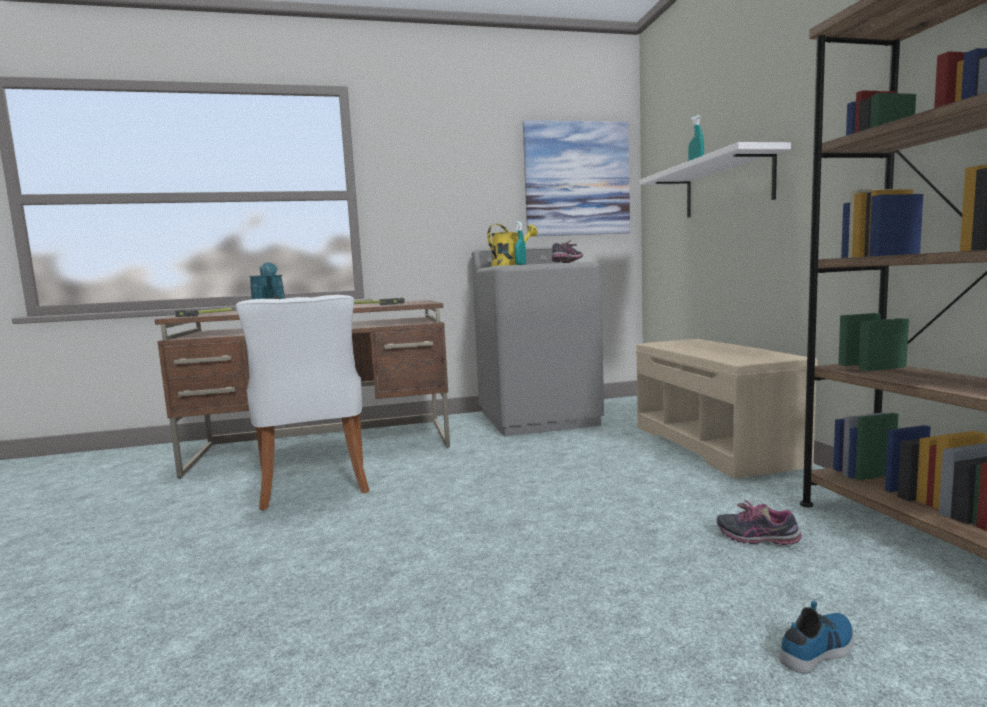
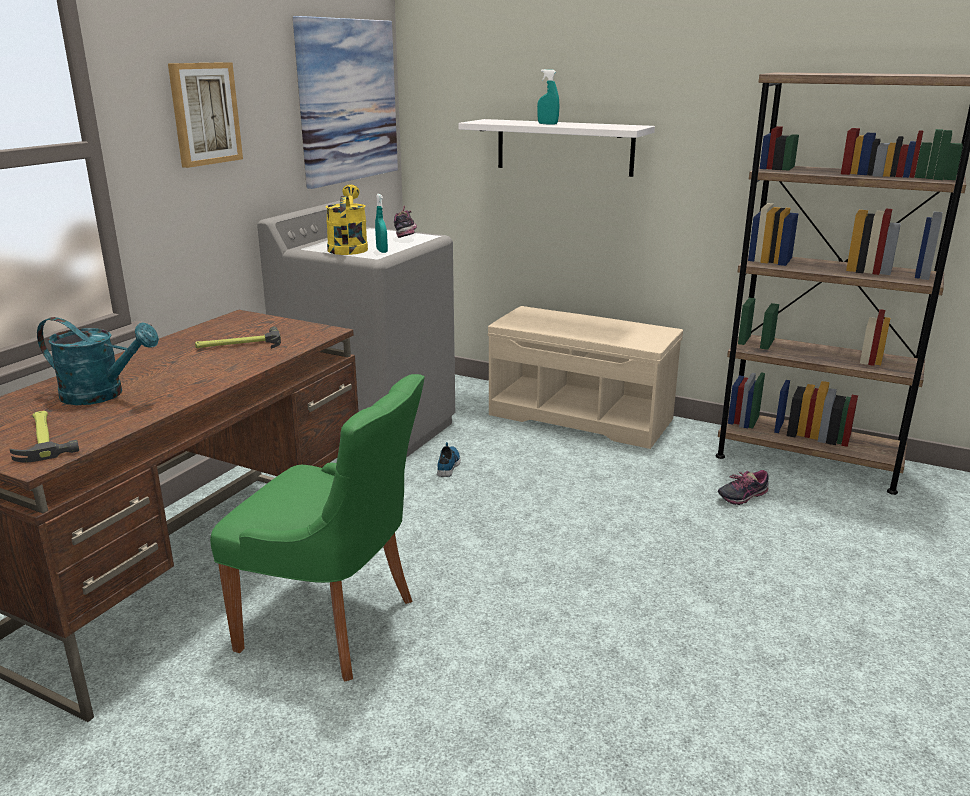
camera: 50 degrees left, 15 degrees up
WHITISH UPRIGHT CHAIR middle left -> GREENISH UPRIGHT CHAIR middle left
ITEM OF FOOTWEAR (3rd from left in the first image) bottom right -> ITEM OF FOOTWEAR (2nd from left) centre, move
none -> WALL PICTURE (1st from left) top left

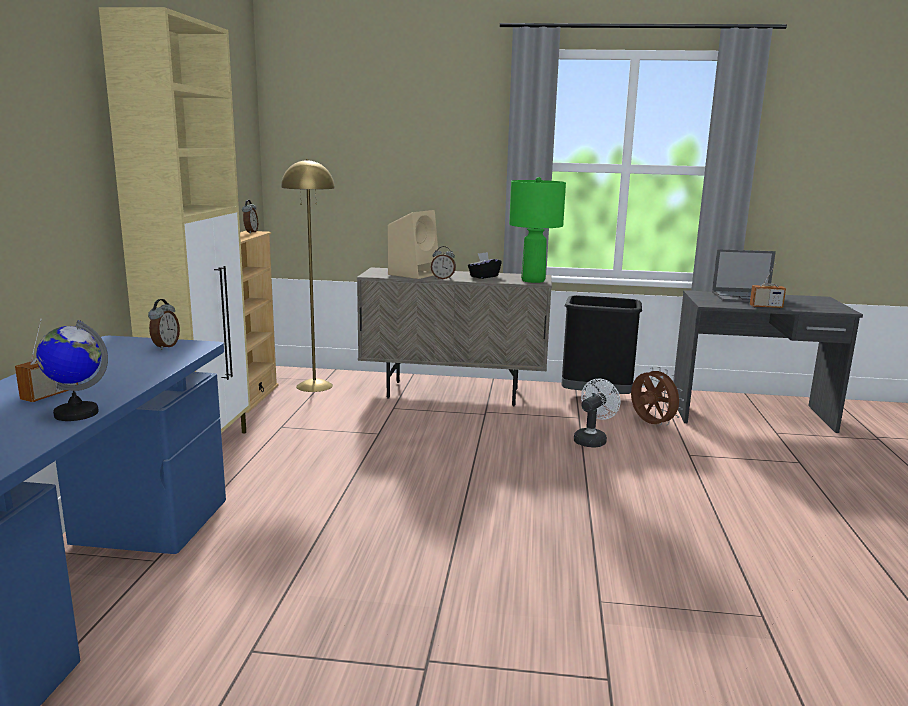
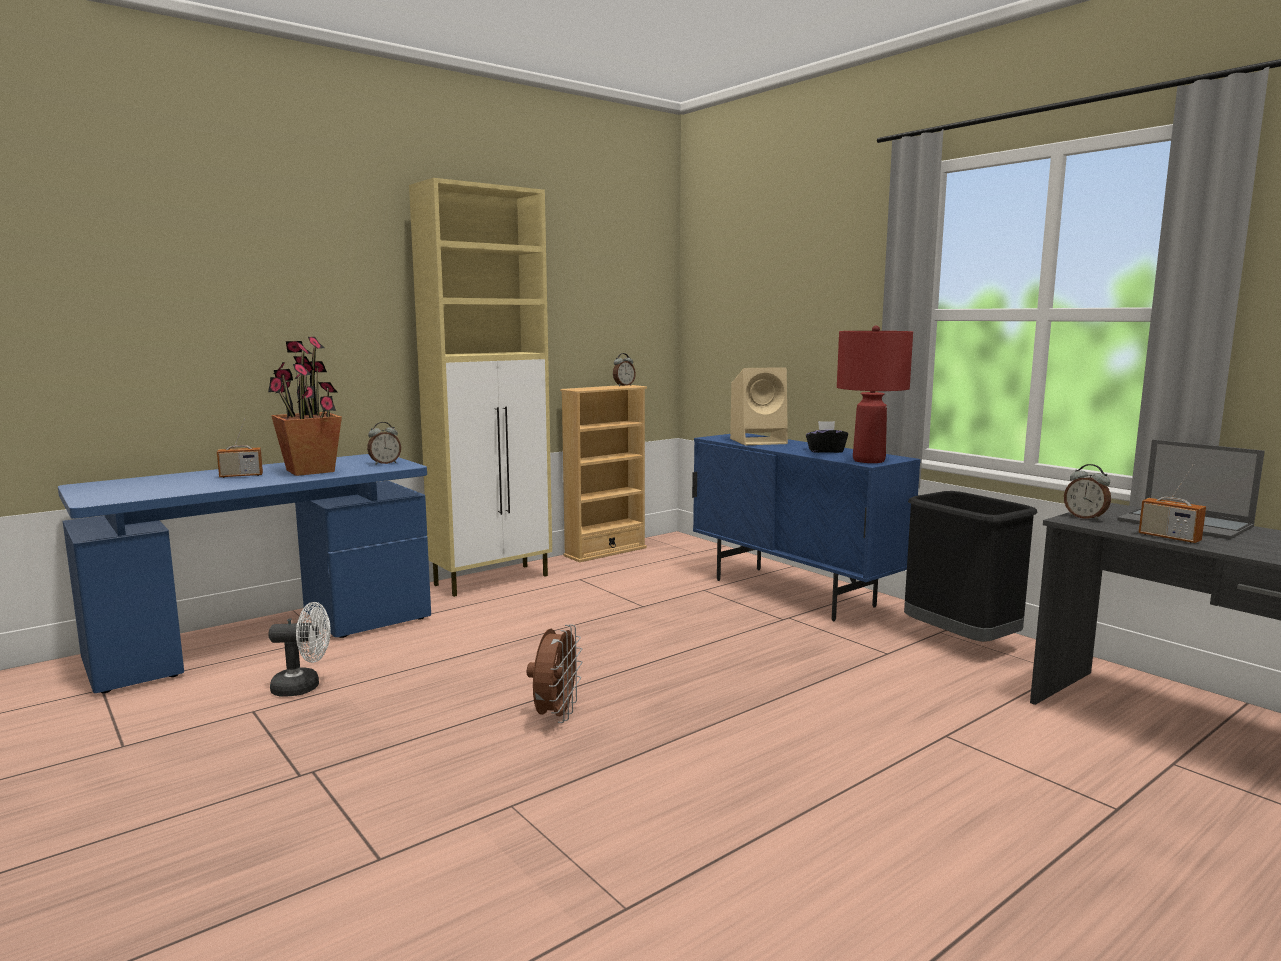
camera: 45 degrees right, 5 degrees down
YELLOW STANDARD LAMP centre -> none
GREENISH LAMP FOR A TABLE top centre -> RED LAMP FOR A TABLE middle right
ALARM CLOCK (3rd from left) centre -> ALARM CLOCK (3rd from left) middle right, move
BEIGE-COLOURED STORAGE CABINET (2nd from left) centre -> BLUISH STORAGE CABINET centre
GLOBE middle left -> none
BROWN ELECTRIC FAN middle right -> BROWN ELECTRIC FAN bottom centre, move
WHITISH ELECTRIC FAN centre -> WHITISH ELECTRIC FAN bottom left, move
none -> HOUSEPLANT middle left

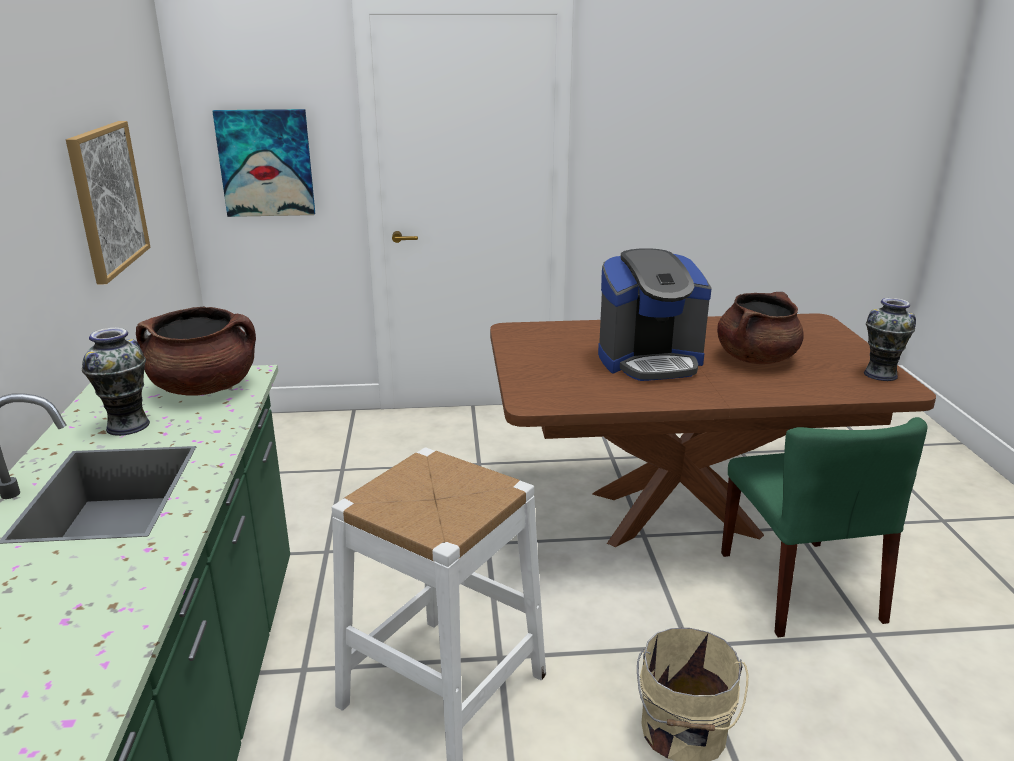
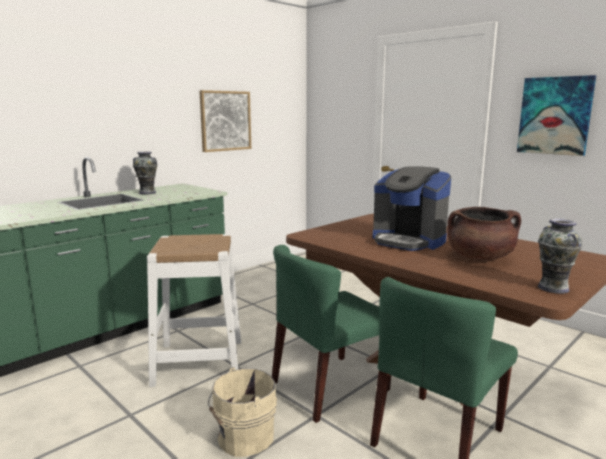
camera: 50 degrees right, 10 degrees down
WALL PICTURE (2nd from left) top left -> WALL PICTURE (2nd from left) top right, move
BROWN COOKING POT (1st from left) middle left -> none
none -> GREENISH UPRIGHT CHAIR (1st from left) bottom centre

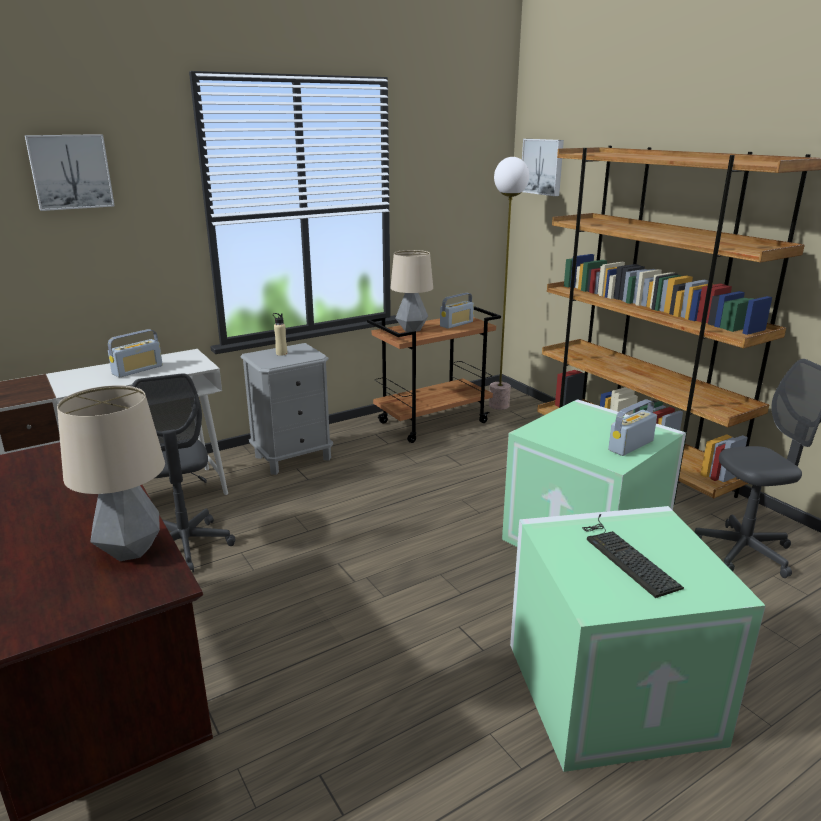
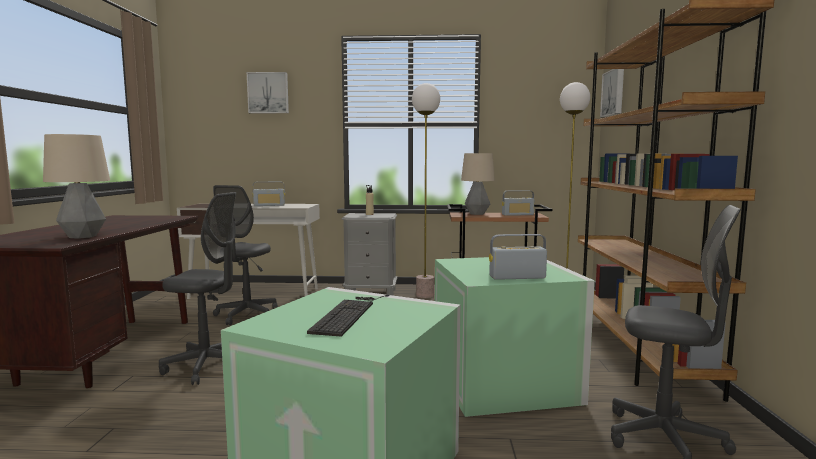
camera: 35 degrees right, 15 degrees down
none -> STANDARD LAMP (1st from left) centre
none -> GRAY DESK CHAIR (1st from left) middle left

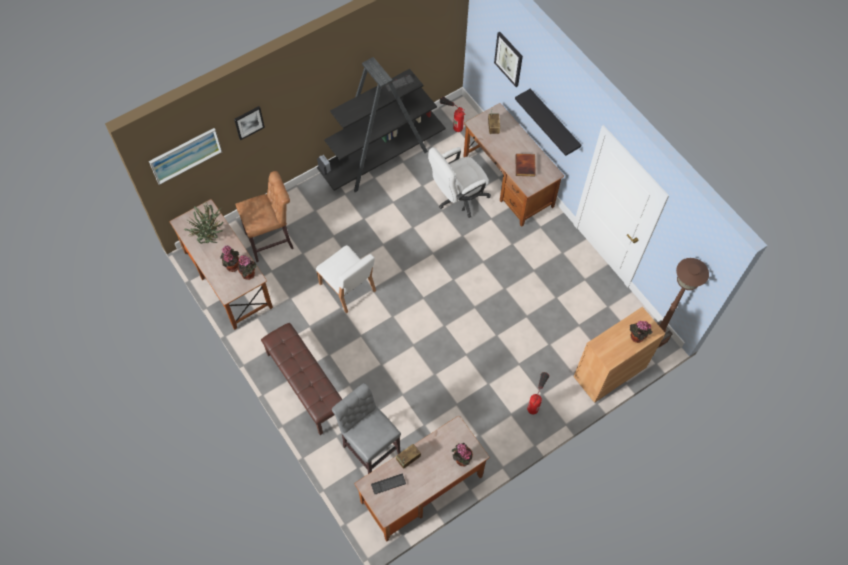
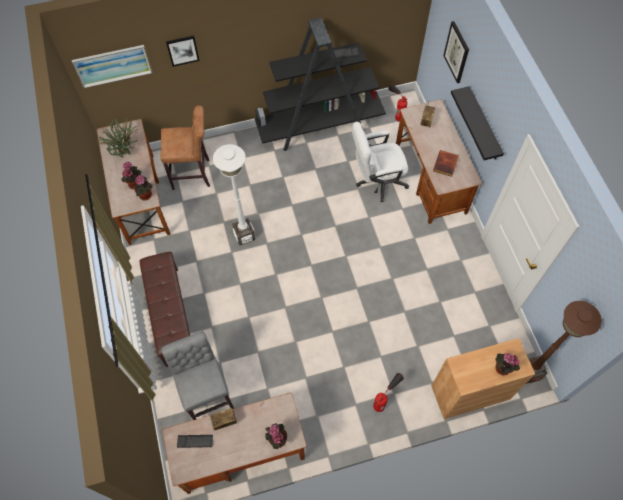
camera: 20 degrees right, 0 degrees up
WHITISH UPRIGHT CHAIR centre -> WHITISH STANDARD LAMP centre

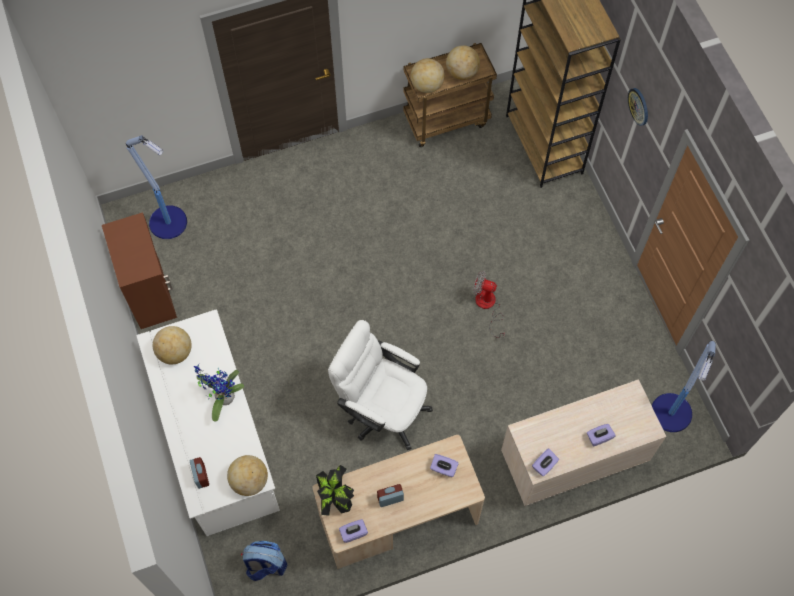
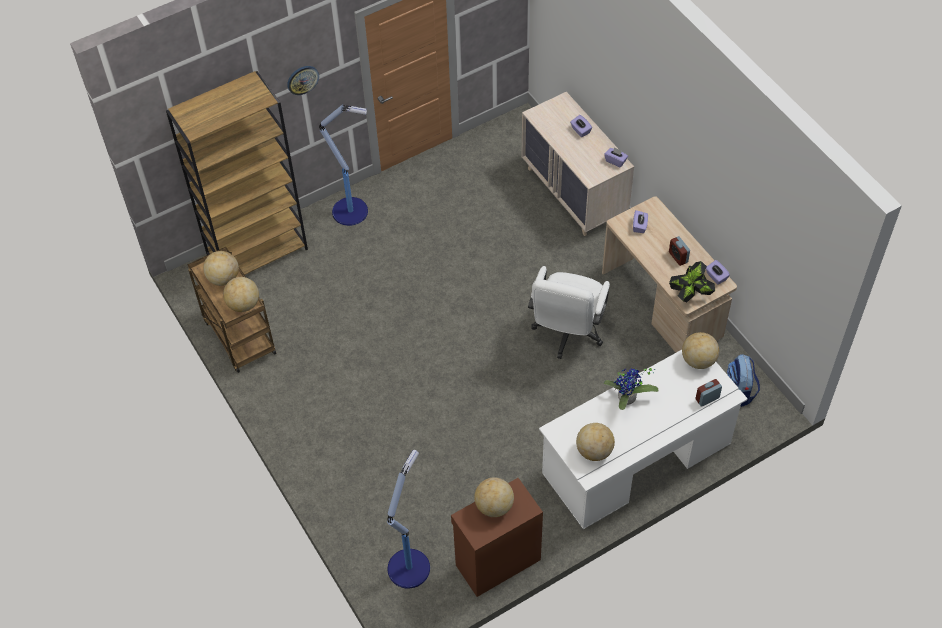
camera: 100 degrees left, 10 degrees down
ELECTRIC FAN centre -> none
STANDARD LAMP (2nd from left in the first image) middle right -> STANDARD LAMP (1st from left) top centre, move
none -> GLOBE (3rd from left) bottom centre

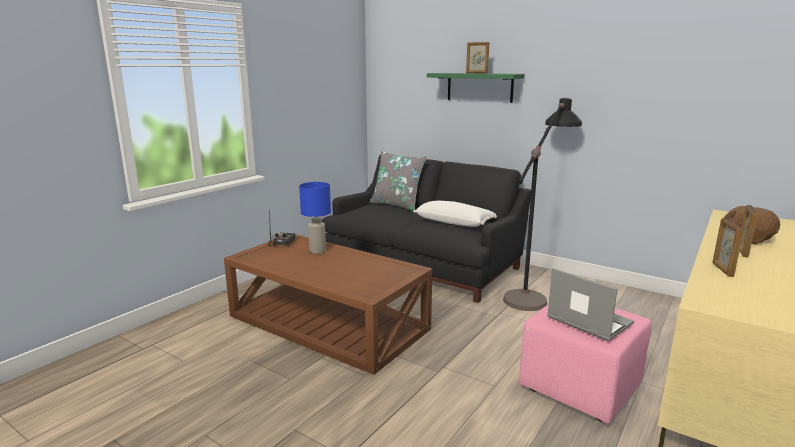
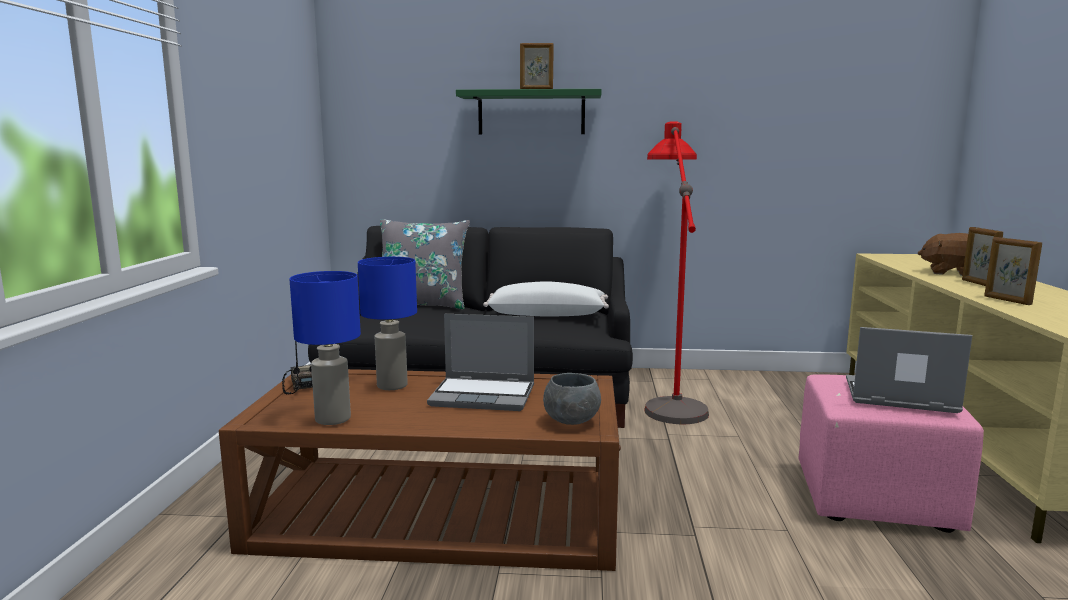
camera: 30 degrees left, 5 degrees down
BLACK-COLOURED STANDARD LAMP middle right -> RED STANDARD LAMP centre
none -> BLUISH LAMP FOR A TABLE (1st from left) middle left
none -> LAPTOP (1st from left) centre
none -> GRAY SERVING BOWL centre

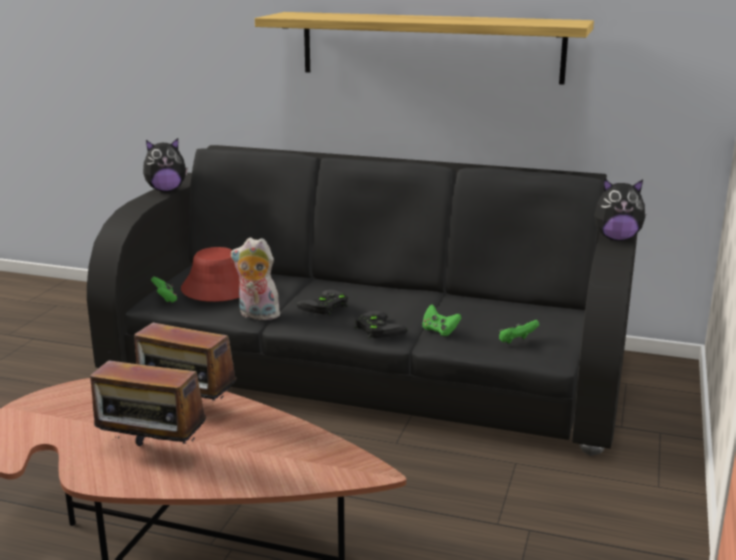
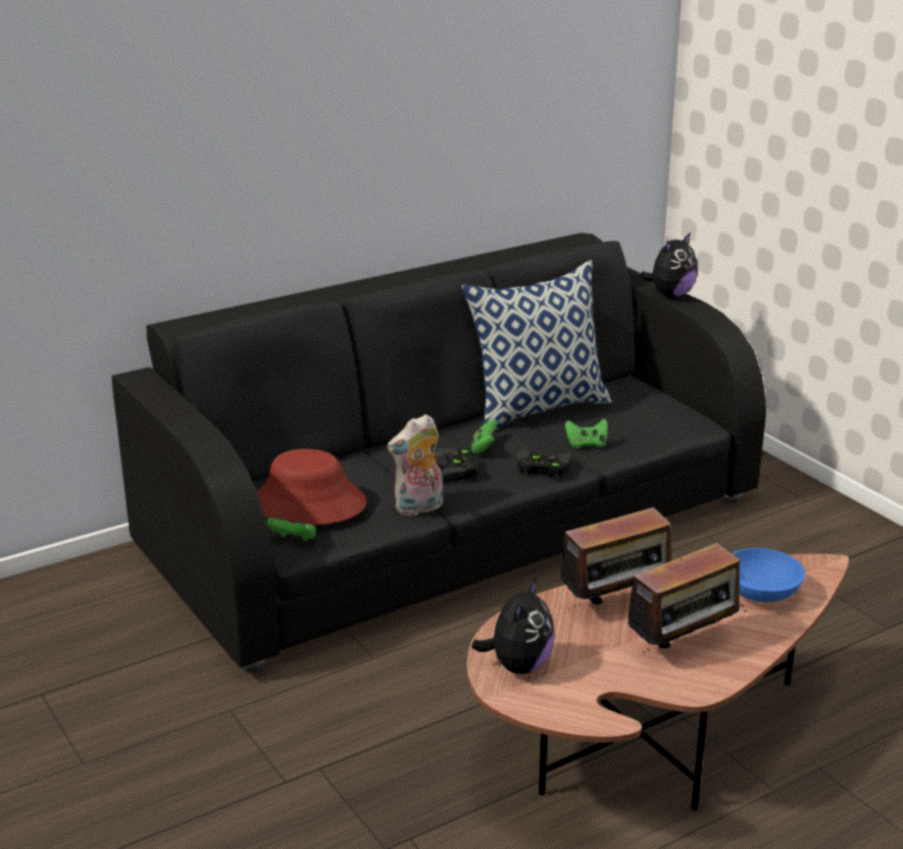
camera: 50 degrees left, 5 degrees up
WALL SHELF top centre -> none
PLUSH TOY (1st from left in the first image) top left -> PLUSH TOY (2nd from left) bottom centre, move
GREENISH GAMEPAD (3rd from left in the first image) middle right -> GREENISH GAMEPAD (2nd from left) centre, move
none -> PILLOW centre
none -> BLUISH SERVING BOWL bottom right

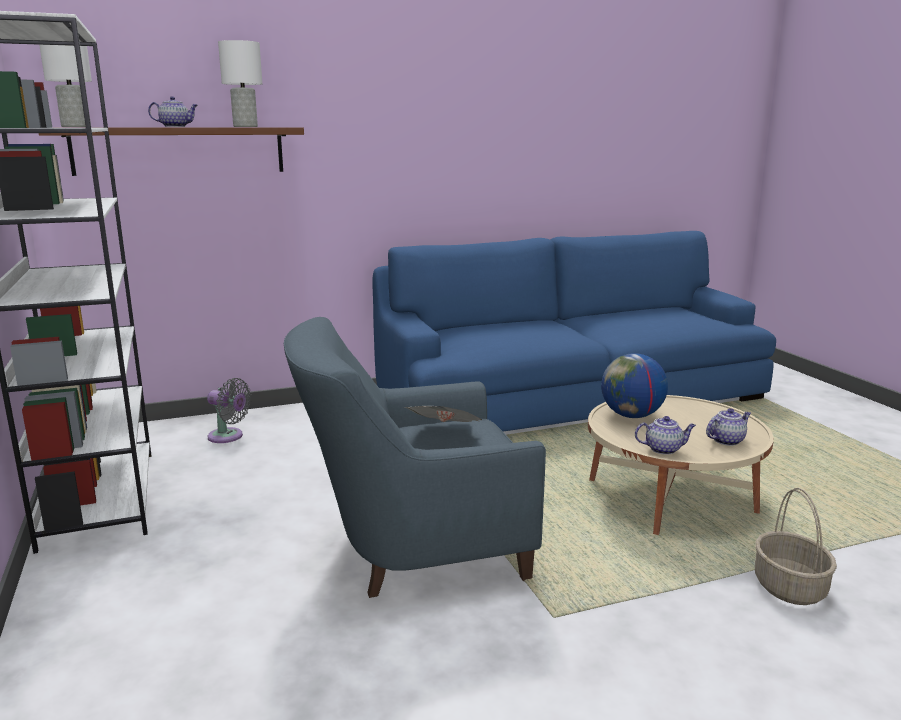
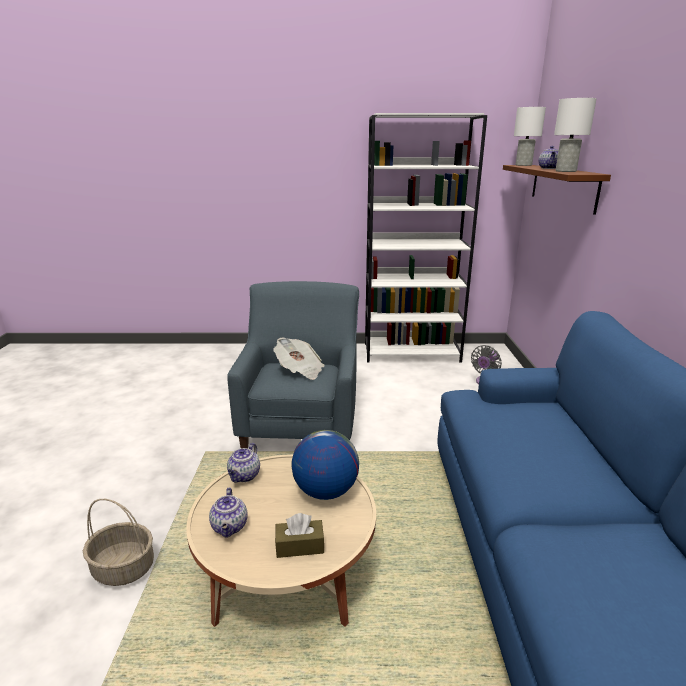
camera: 110 degrees right, 5 degrees up
none -> BROWN BOX OF TISSUES bottom centre

